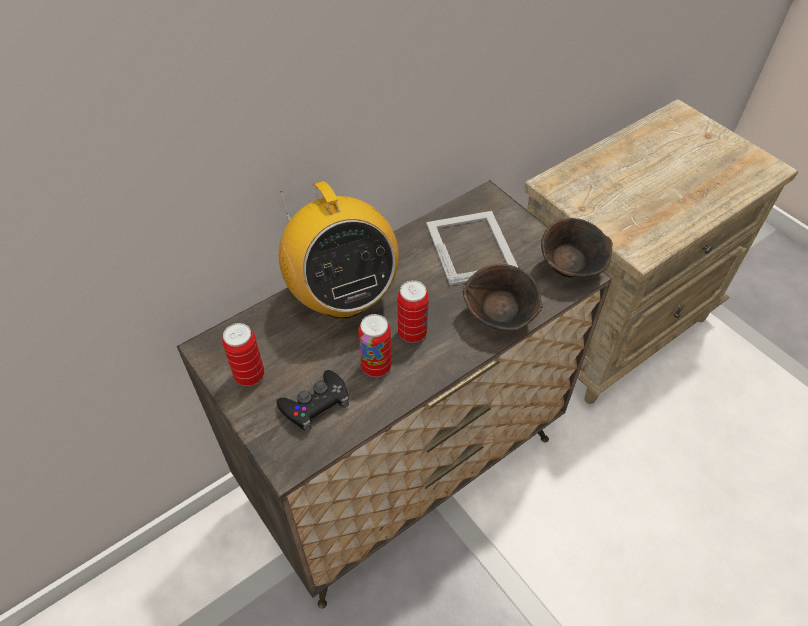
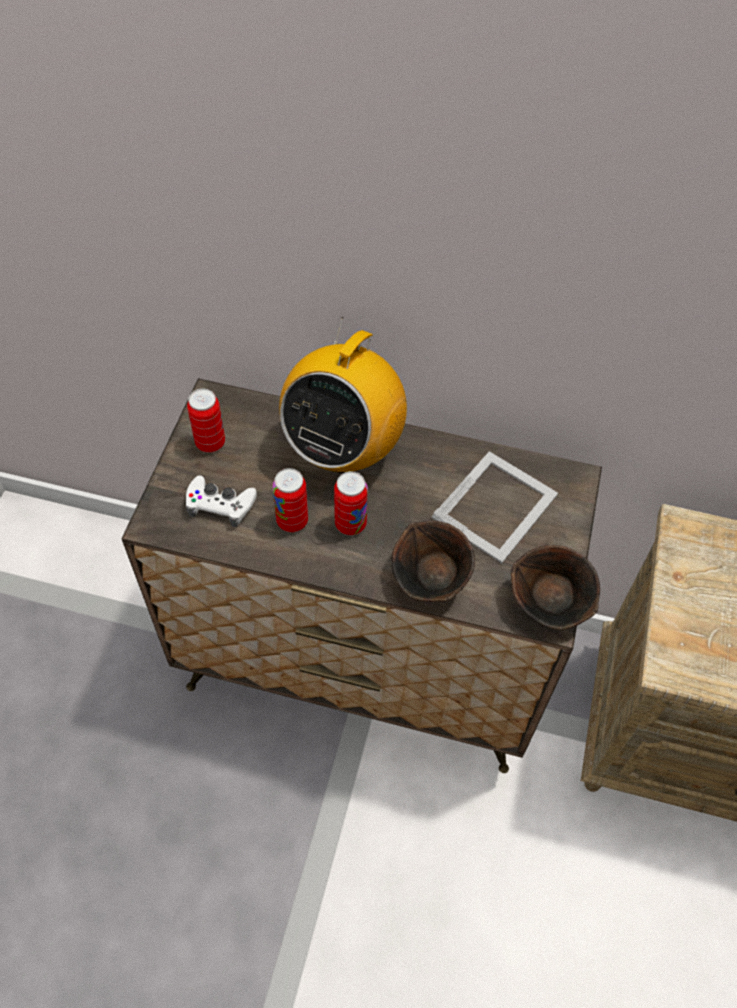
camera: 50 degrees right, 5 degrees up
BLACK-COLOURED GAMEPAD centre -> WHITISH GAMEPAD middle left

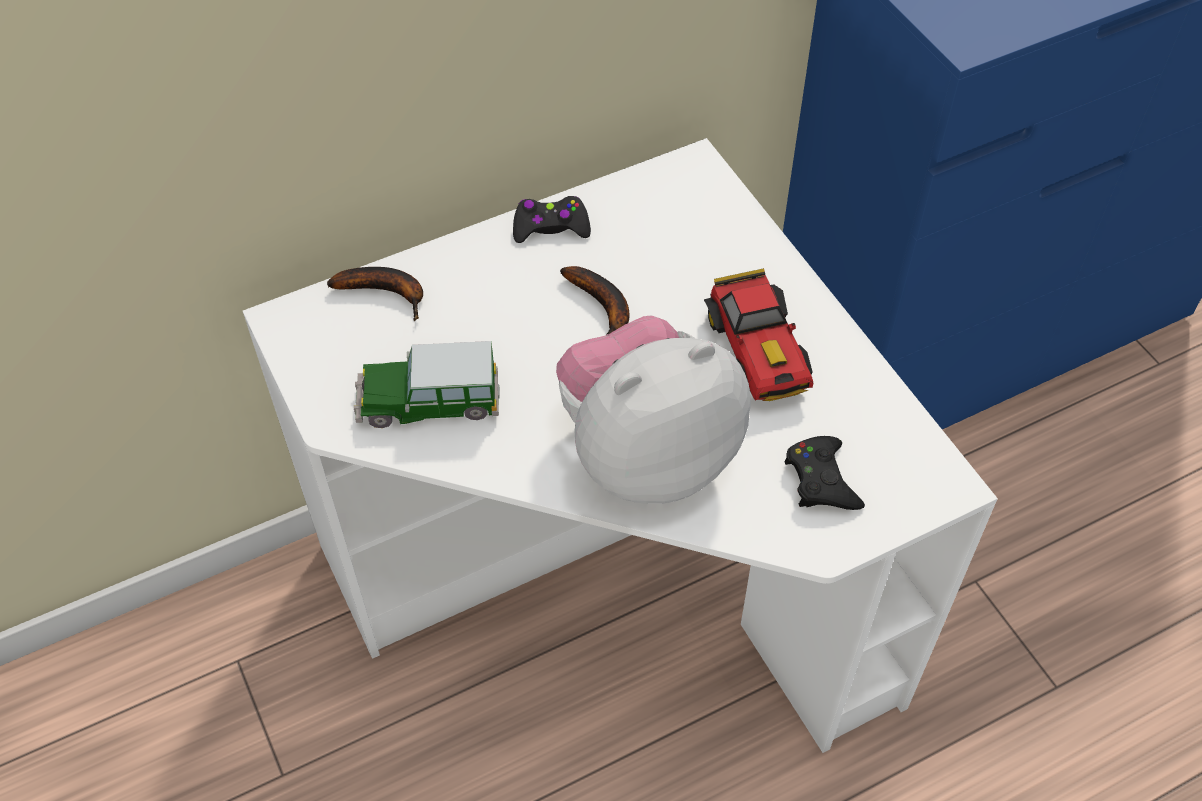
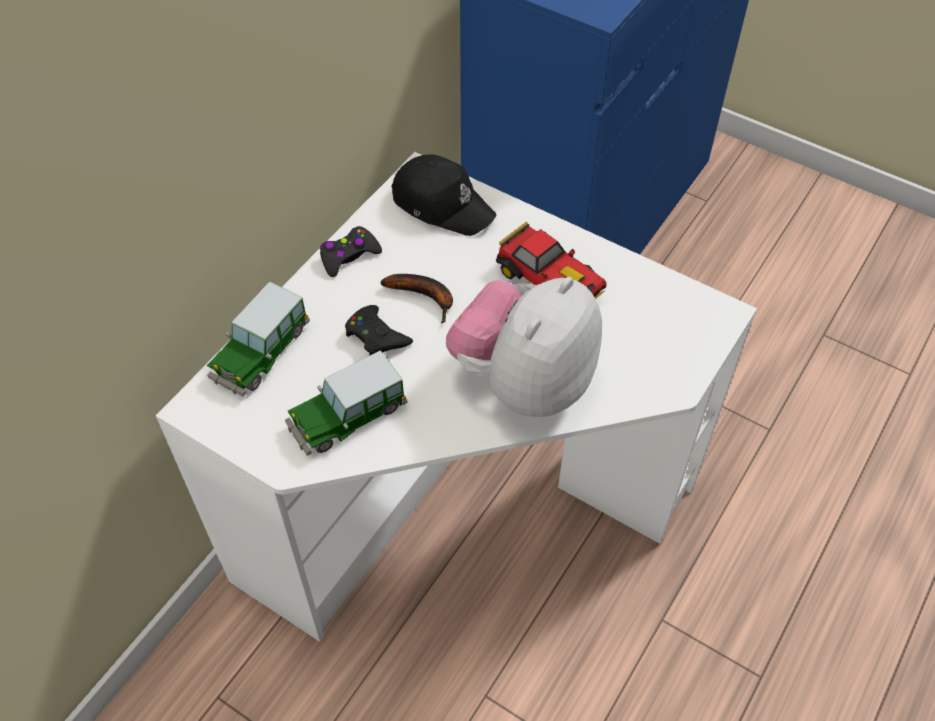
camera: 30 degrees left, 0 degrees up
WHOLE BANANA (1st from left) middle left -> TOY CAR (1st from left) middle left
BLACK-COLOURED GAMEPAD (2nd from left) middle right -> BLACK-COLOURED GAMEPAD (2nd from left) centre, move
none -> BLACK-COLOURED BASEBALL CAP top centre

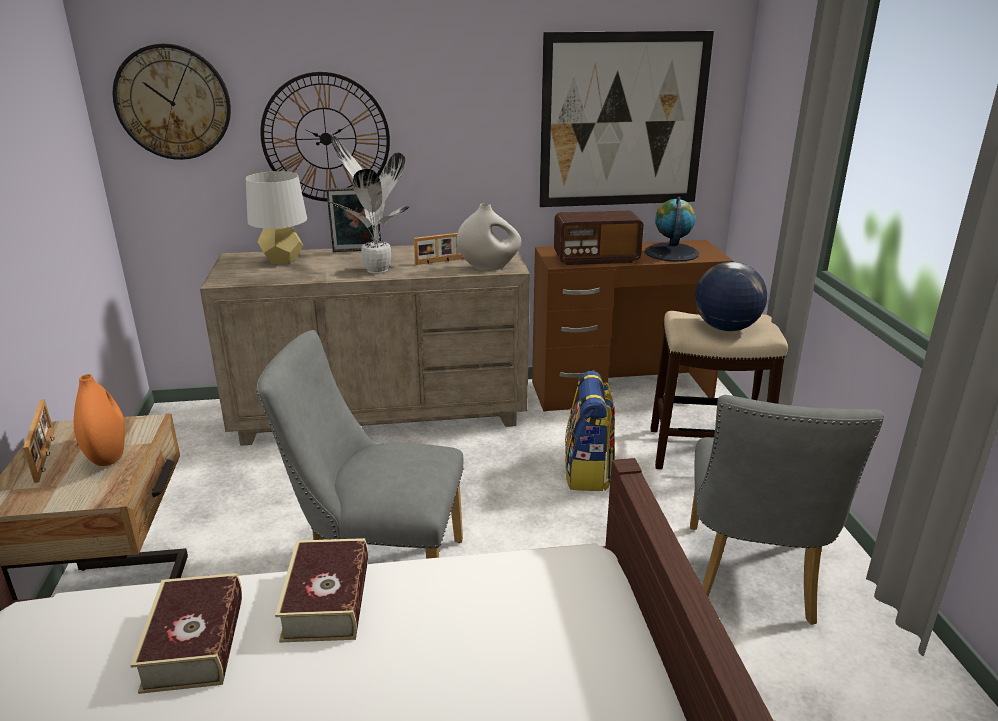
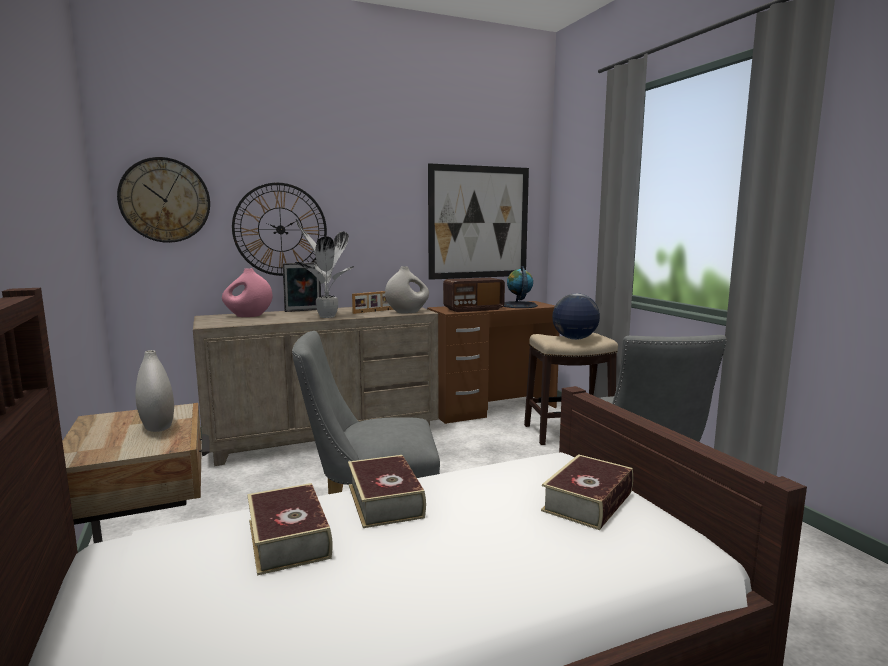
camera: 15 degrees left, 15 degrees down
GRAY LAMP FOR A TABLE top left -> PINK VASE middle left
BACKPACK centre -> none
ORANGEY VASE middle left -> WHITISH VASE (1st from left) middle left
PICTURE FRAME (1st from left) middle left -> none
none -> BOUND BOOK (3rd from left) bottom centre

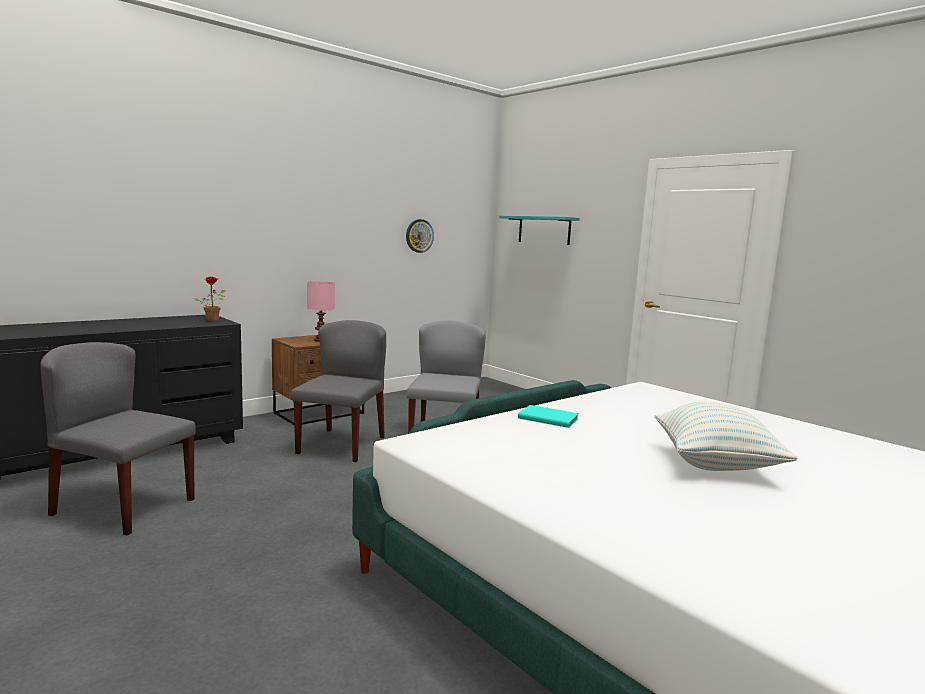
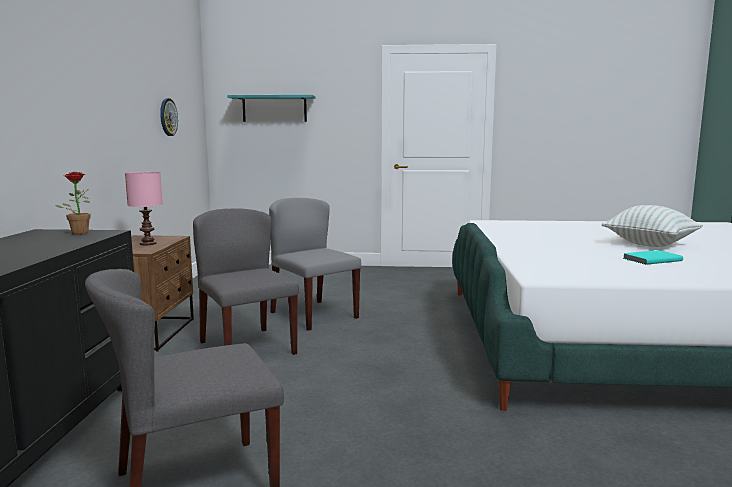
camera: 45 degrees left, 0 degrees up
TURQUOISE-COLOURED BOUND BOOK centre -> TURQUOISE-COLOURED BOUND BOOK middle right, move

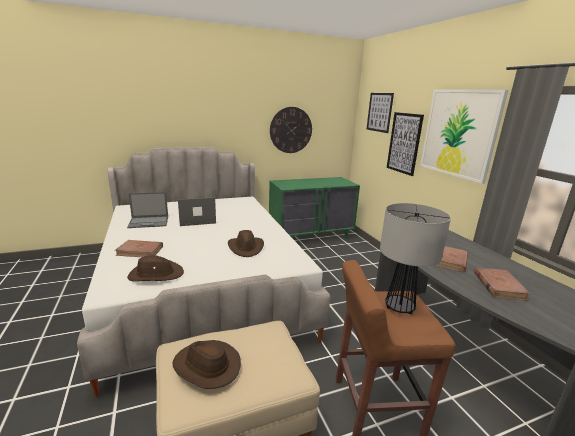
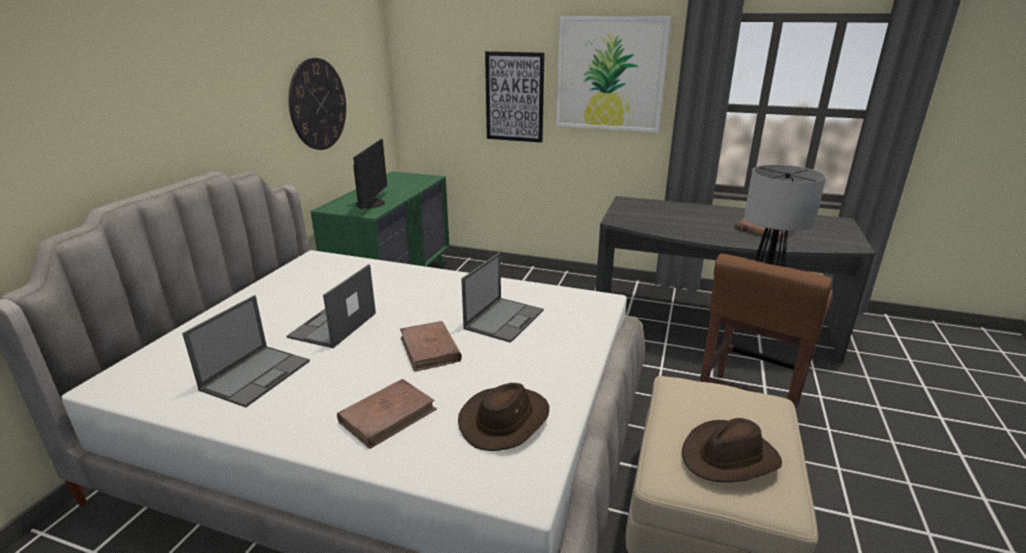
camera: 50 degrees left, 5 degrees up
WALL PICTURE (1st from left) top centre -> none
BROWN HAT (3rd from left) centre -> LAPTOP (3rd from left) centre
BROWN BOUND BOOK (2nd from left) middle right -> BROWN BOUND BOOK (2nd from left) centre, move
none -> COMPUTER SCREEN top centre

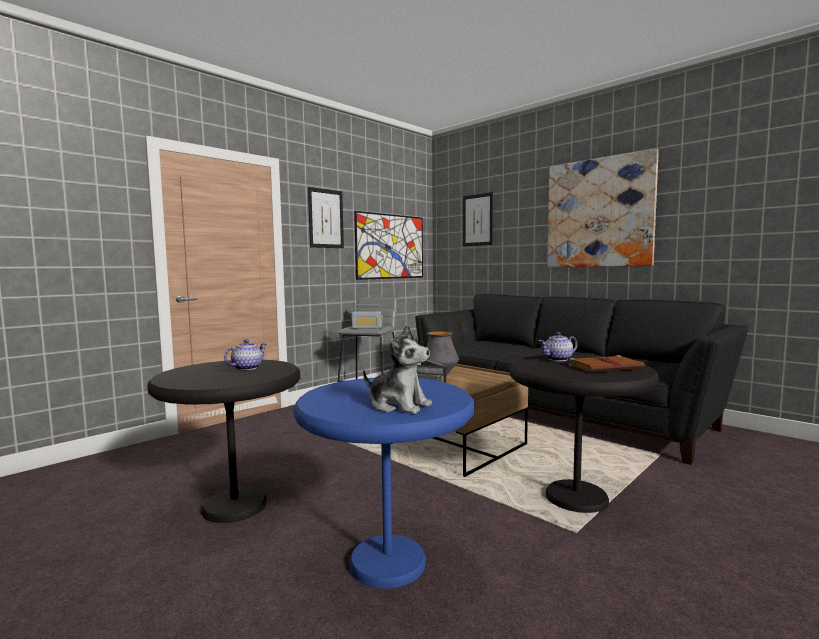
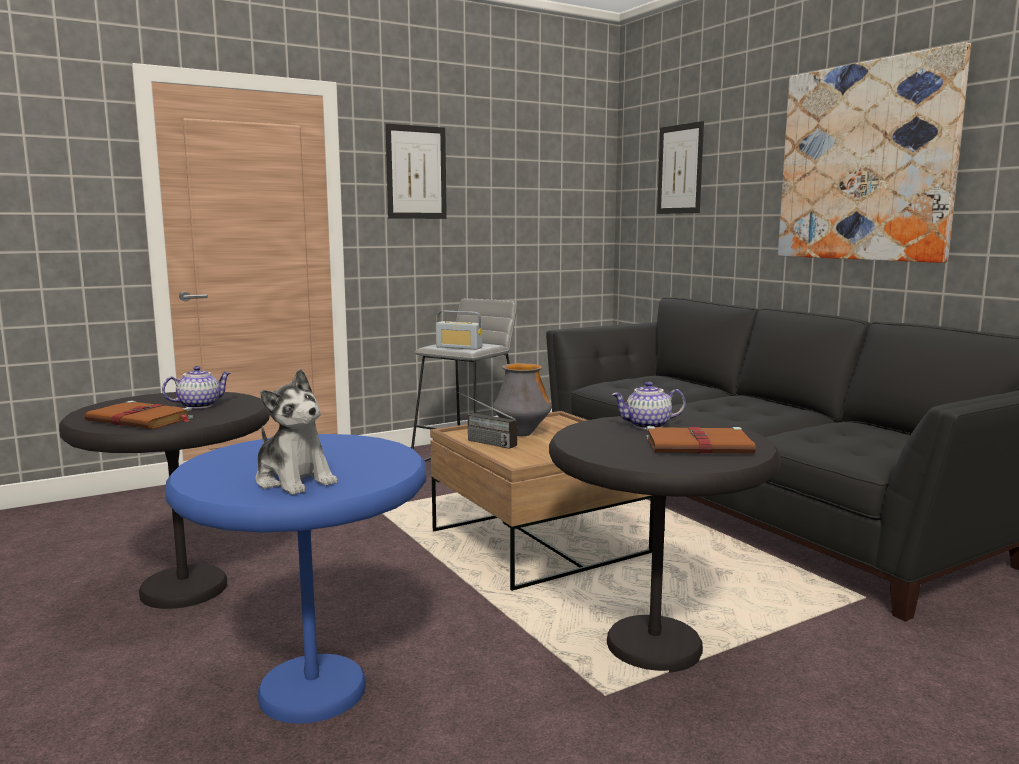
camera: 15 degrees right, 5 degrees up
WALL PICTURE (2nd from left) centre -> none
none -> BROWN BOUND BOOK (1st from left) middle left

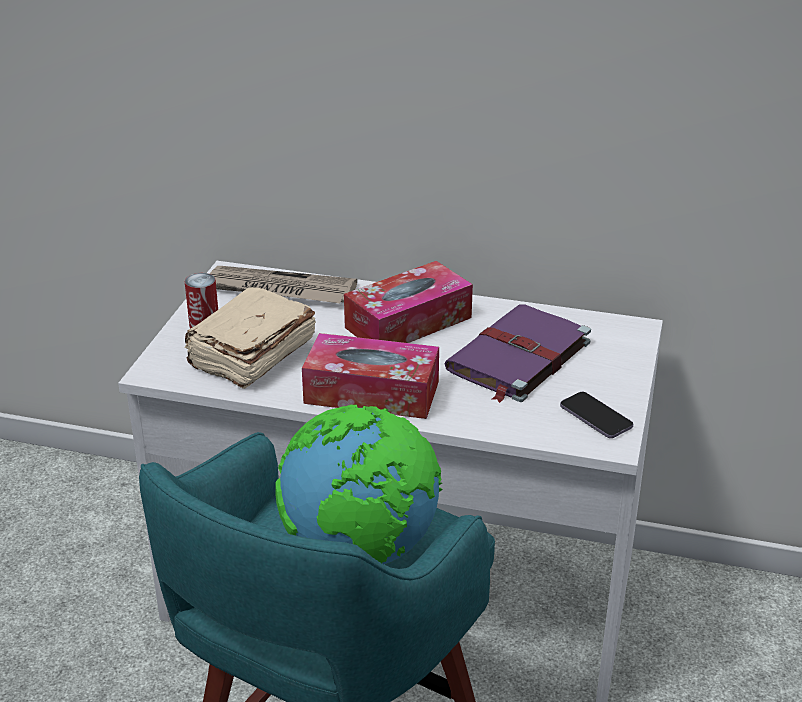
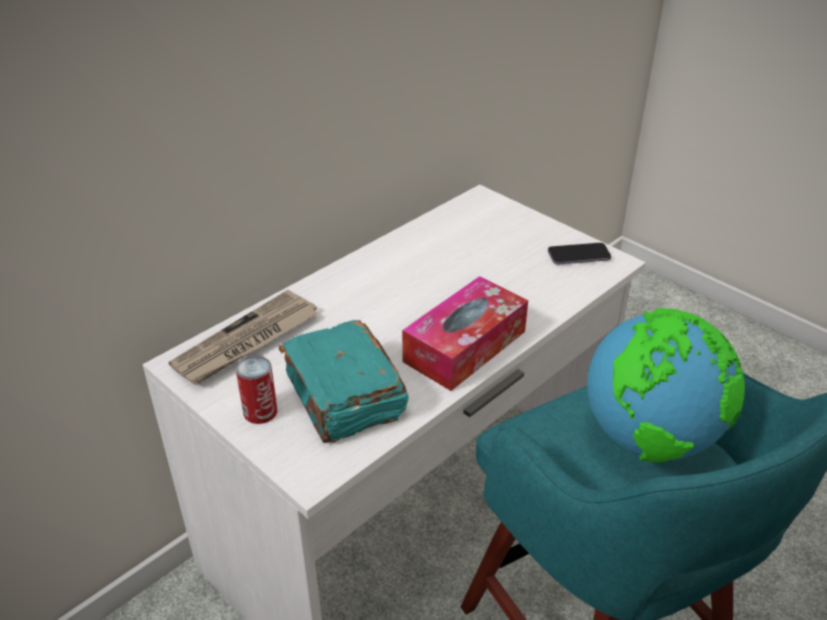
camera: 60 degrees left, 5 degrees up
BOX OF TISSUES (2nd from left) centre -> none
BEIGE-COLOURED BOUND BOOK middle left -> TURQUOISE-COLOURED BOUND BOOK centre
PURPLE-COLOURED BOUND BOOK centre -> none

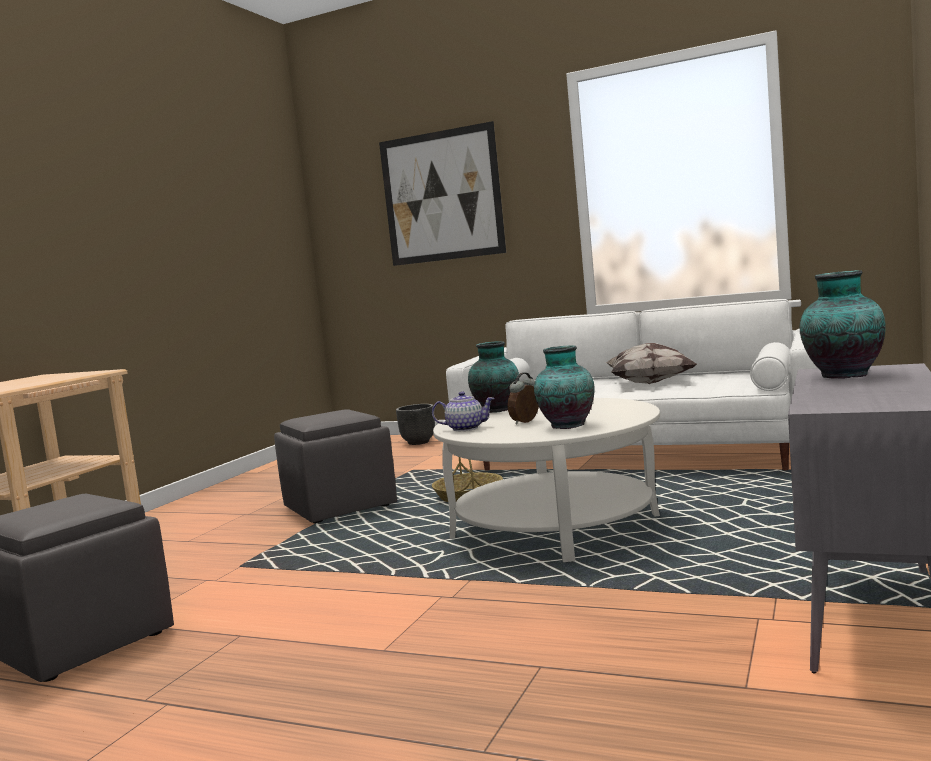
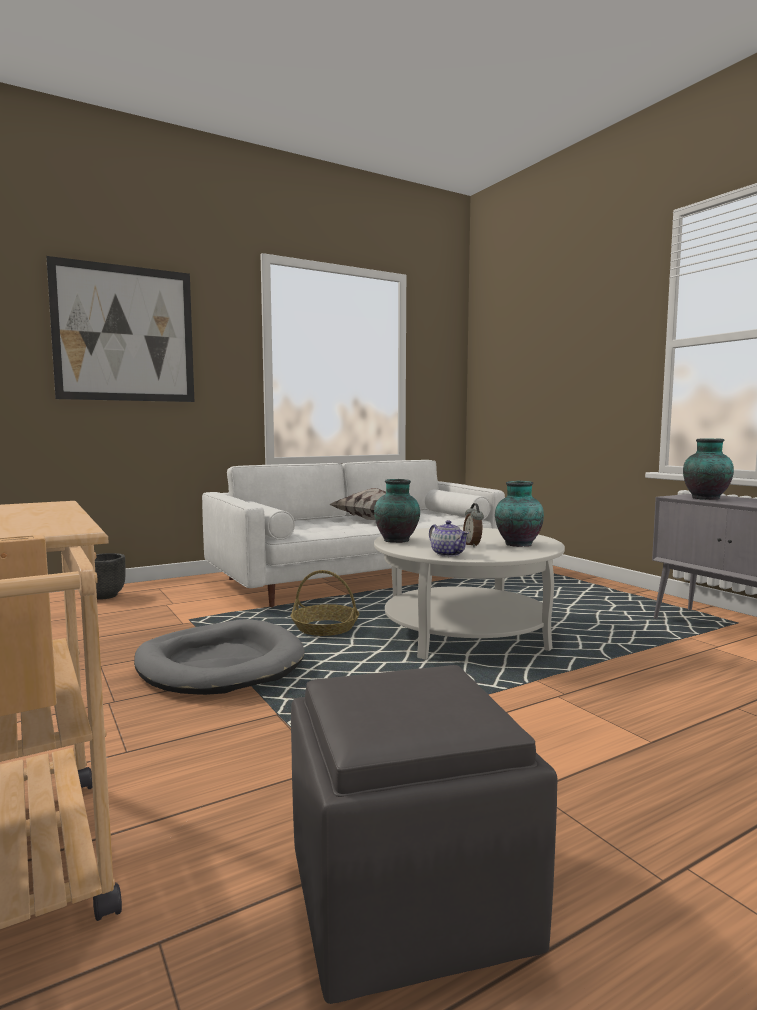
camera: 55 degrees left, 0 degrees up
TEAPOT centre, 105 degrees clockwise
GRAY POUFFE (2nd from left) centre -> GRAY PET BED middle left

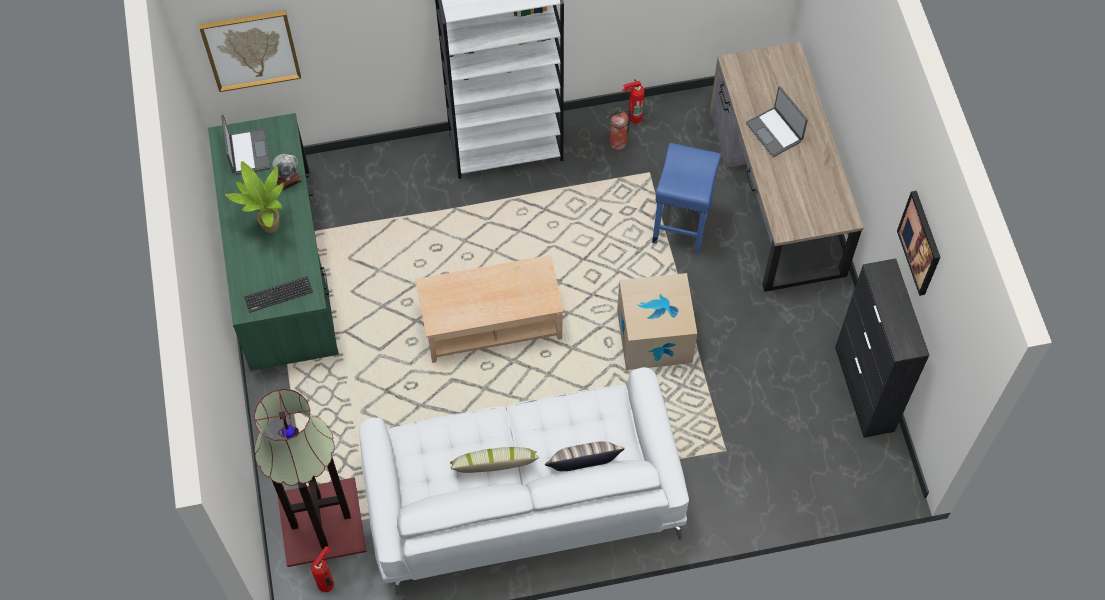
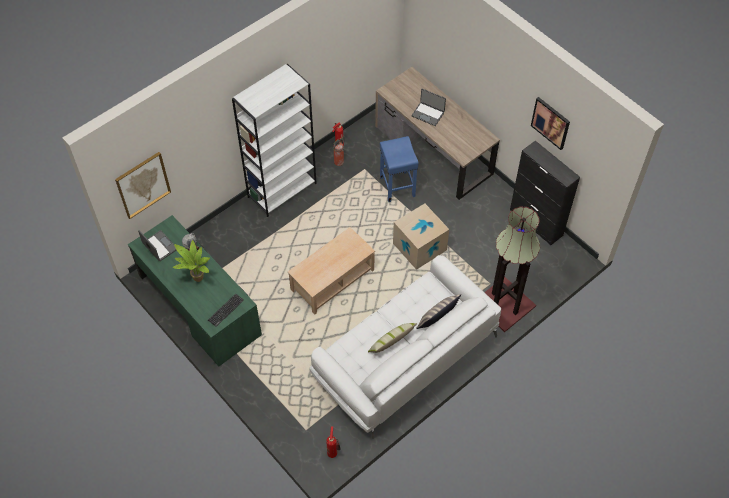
camera: 30 degrees left, 5 degrees down
STANDARD LAMP bottom left -> STANDARD LAMP middle right, move

